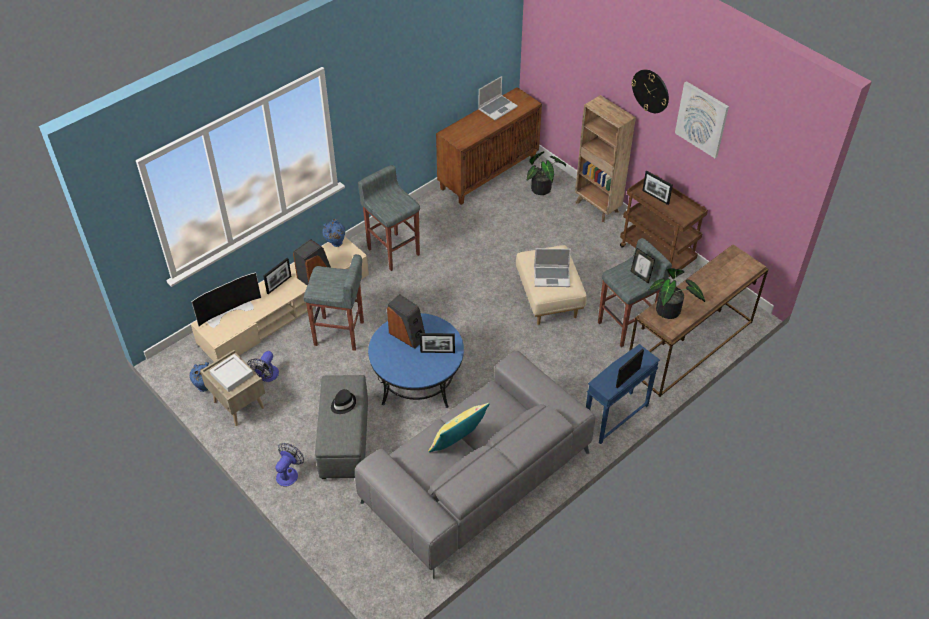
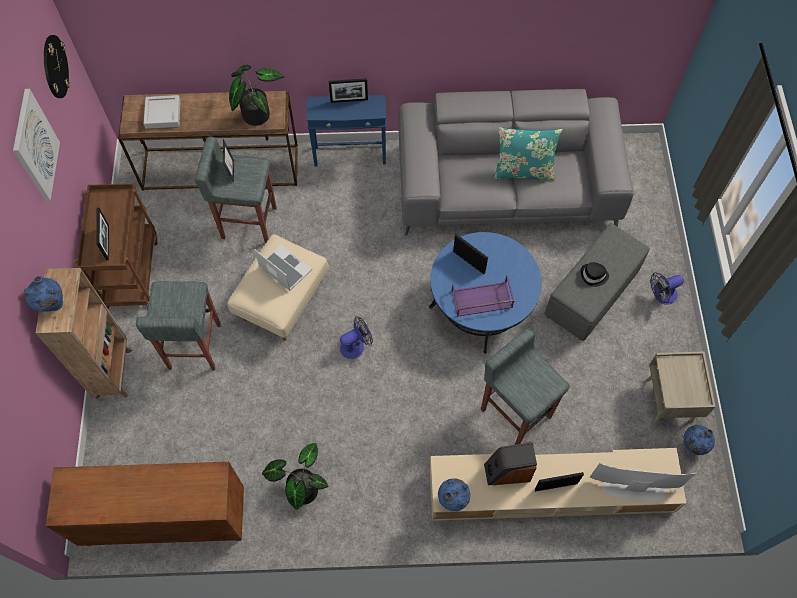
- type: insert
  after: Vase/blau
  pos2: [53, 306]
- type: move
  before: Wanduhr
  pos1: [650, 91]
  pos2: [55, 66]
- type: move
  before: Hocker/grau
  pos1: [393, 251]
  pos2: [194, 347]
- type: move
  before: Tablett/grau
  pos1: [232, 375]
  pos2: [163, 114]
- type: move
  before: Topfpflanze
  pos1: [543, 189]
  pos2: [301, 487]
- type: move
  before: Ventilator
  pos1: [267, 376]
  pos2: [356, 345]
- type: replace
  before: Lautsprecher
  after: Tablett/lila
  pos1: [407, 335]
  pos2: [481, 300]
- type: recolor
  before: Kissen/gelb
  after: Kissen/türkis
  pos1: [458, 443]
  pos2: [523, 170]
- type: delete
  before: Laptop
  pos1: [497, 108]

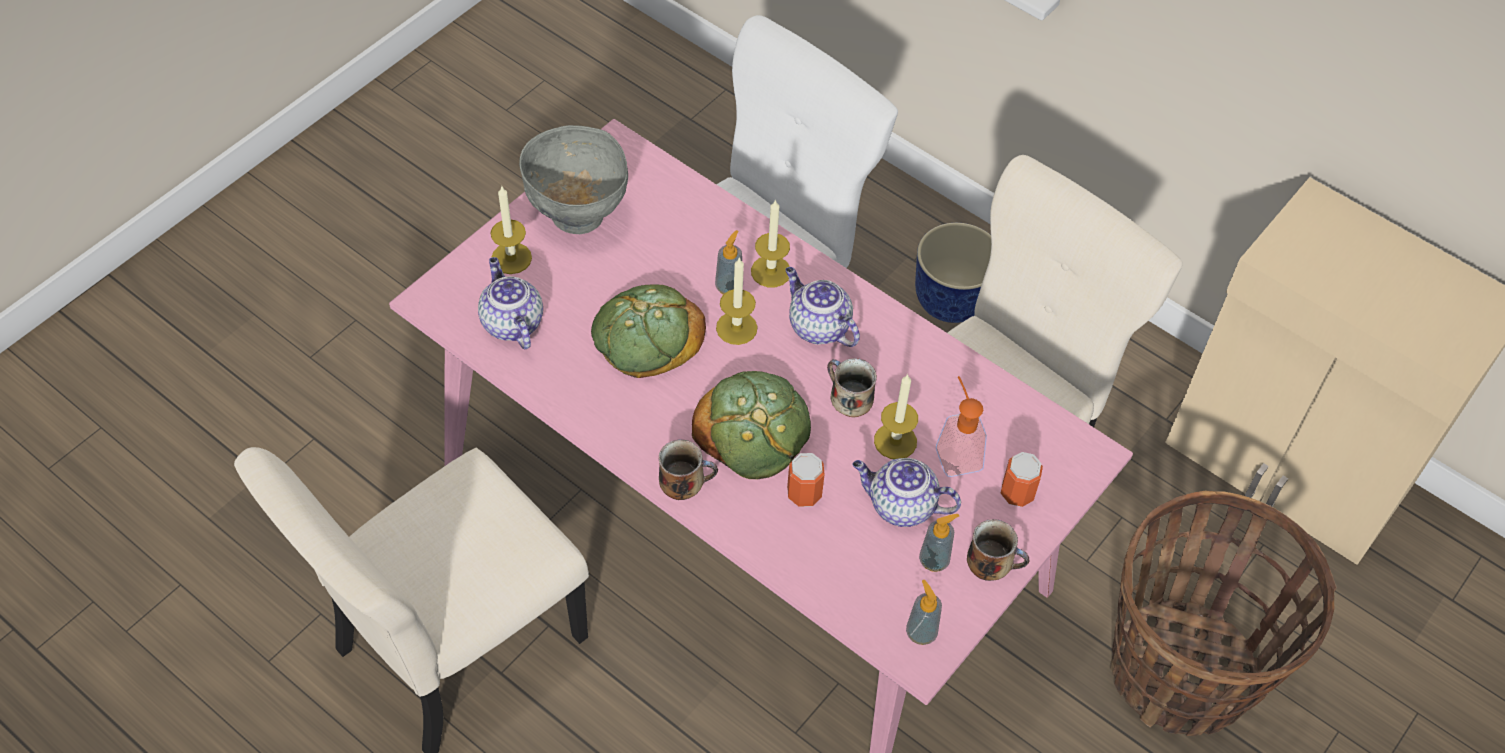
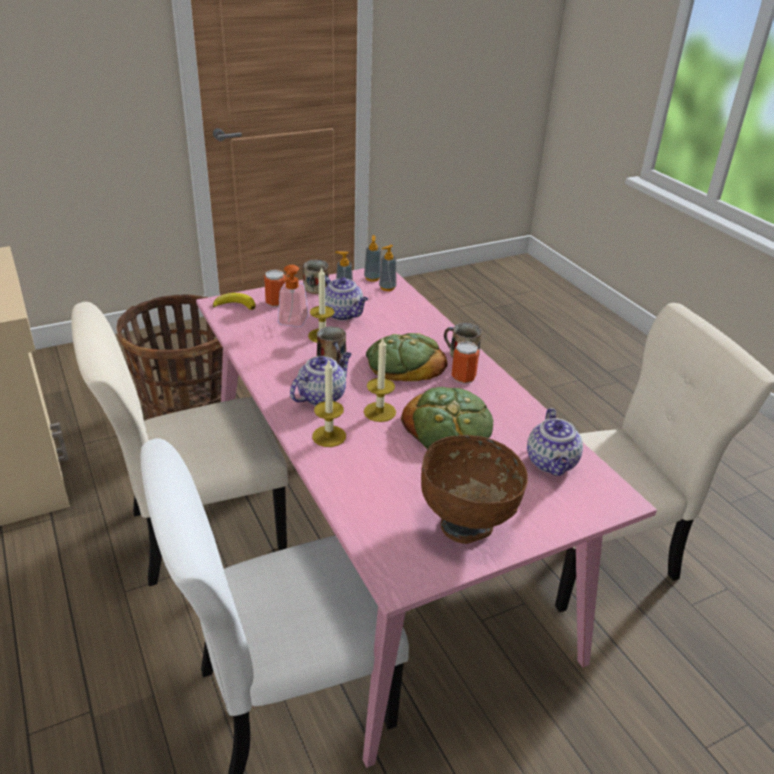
- type: insert
  after: Banane
  pos2: [235, 305]
- type: rotate
  before: Teekanne
  pos1: [817, 326]
  pos2: [322, 396]
  turn: -120
- type: move
  before: Seifenspender
  pos1: [729, 287]
  pos2: [387, 288]
- type: recolor
  before: Schüssel/grau
  after: Schüssel/braun
  pos1: [577, 216]
  pos2: [467, 525]
- type: move
  before: Dose
  pos1: [804, 494]
  pos2: [463, 377]
- type: delete
  before: Kerze
  pos1: [511, 258]
- type: delete
  before: Pflanzkübel
  pos1: [951, 301]

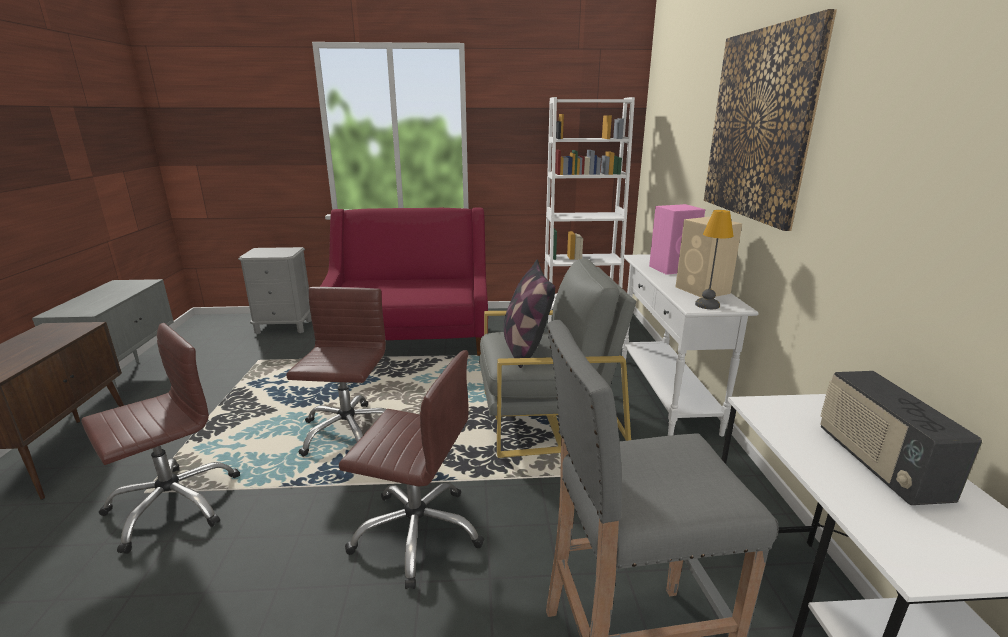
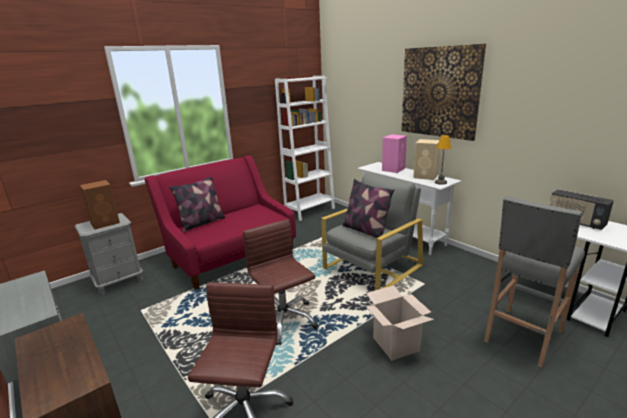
- type: insert
  after: Lautsprecher/braun
  pos2: [106, 223]
- type: insert
  after: Kissen
  pos2: [202, 223]
- type: replace
  before: Bürostuhl/braun
  after: Karton
  pos1: [418, 532]
  pos2: [396, 344]

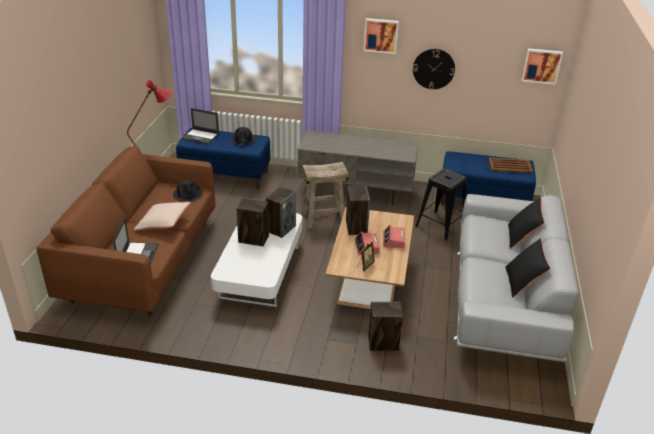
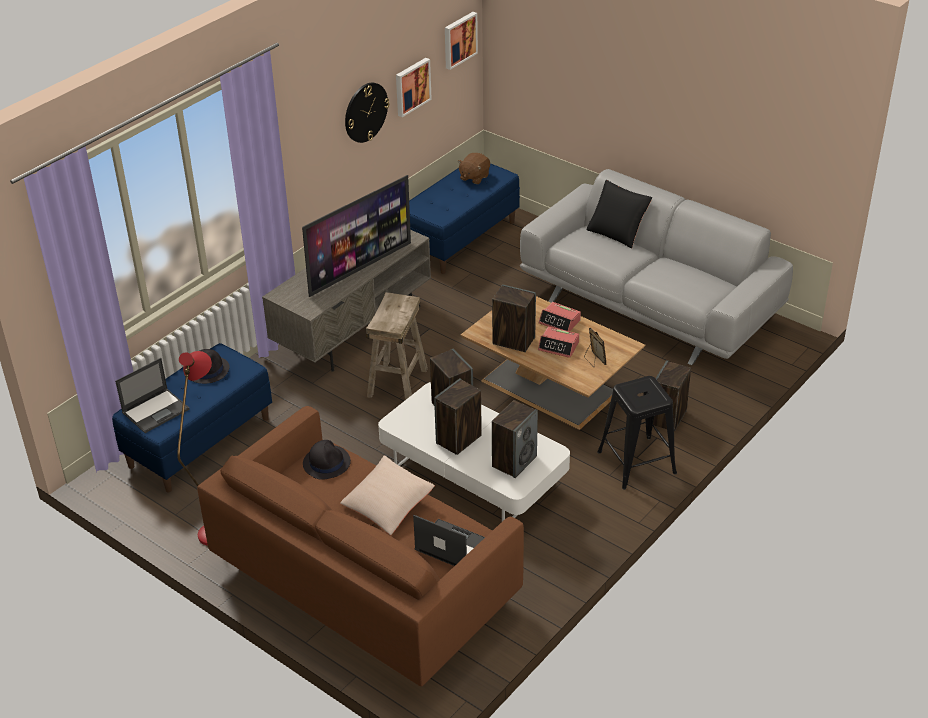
- type: insert
  after: Fernseher
  pos2: [359, 268]
- type: move
  before: Bild
  pos1: [381, 35]
  pos2: [411, 86]
- type: replace
  before: Tablett/braun
  after: Plüschtier/braun
  pos1: [510, 166]
  pos2: [474, 177]
- type: insert
  after: Lautsprecher
  pos2: [514, 461]
- type: move
  before: Hocker/schwarz
  pos1: [440, 225]
  pos2: [637, 462]
- type: delete
  before: Kissen/schwarz
  pos1: [523, 283]

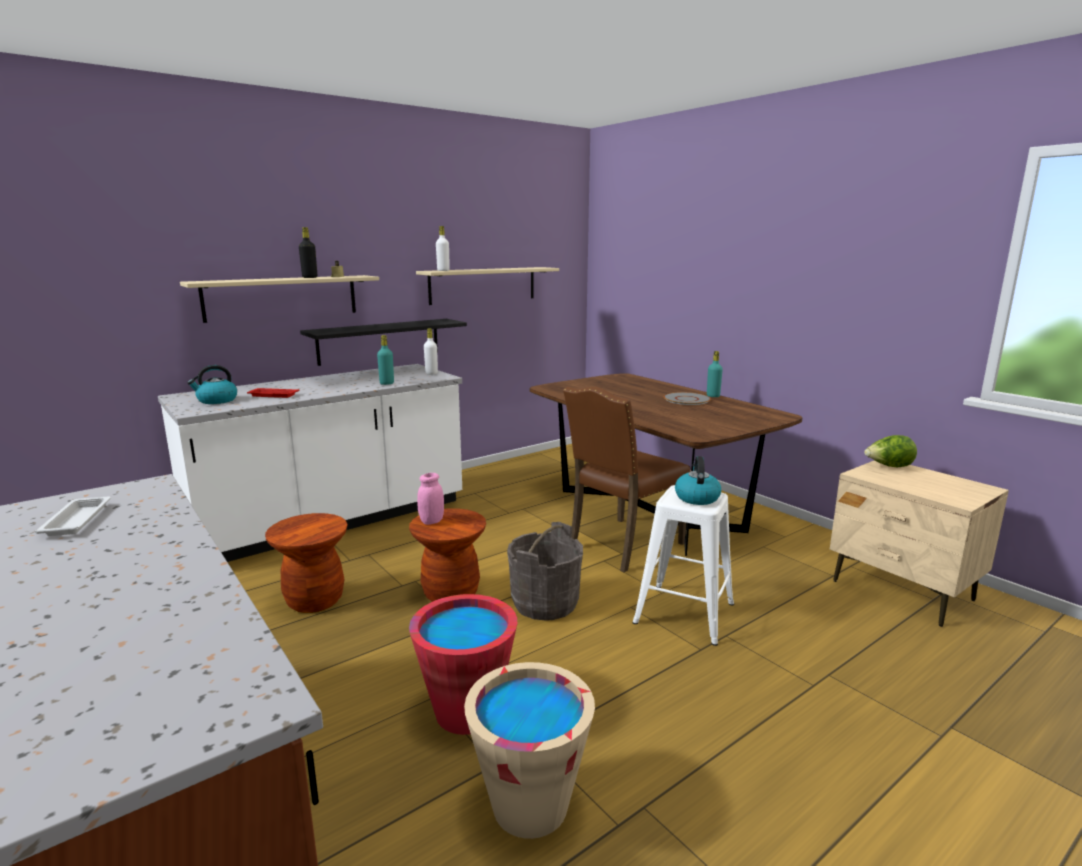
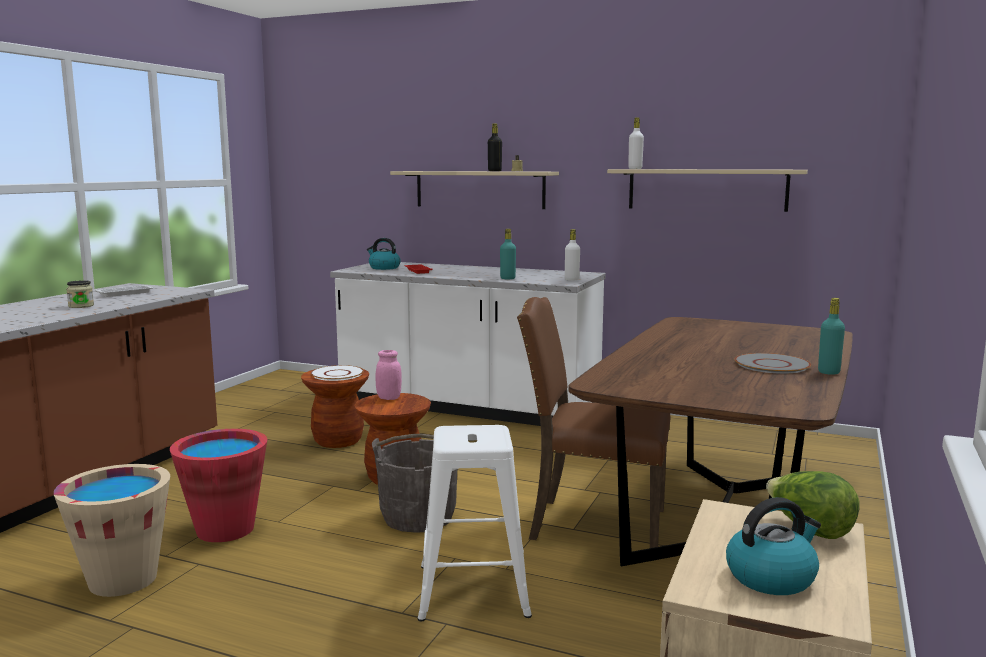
- type: insert
  after: Vorratsglas
  pos2: [81, 306]
- type: insert
  after: Teller/weiß
  pos2: [337, 374]
- type: move
  before: Wasserkessel
  pos1: [696, 497]
  pos2: [771, 577]
- type: delete
  before: Wandregal/schwarz
  pos1: [379, 341]

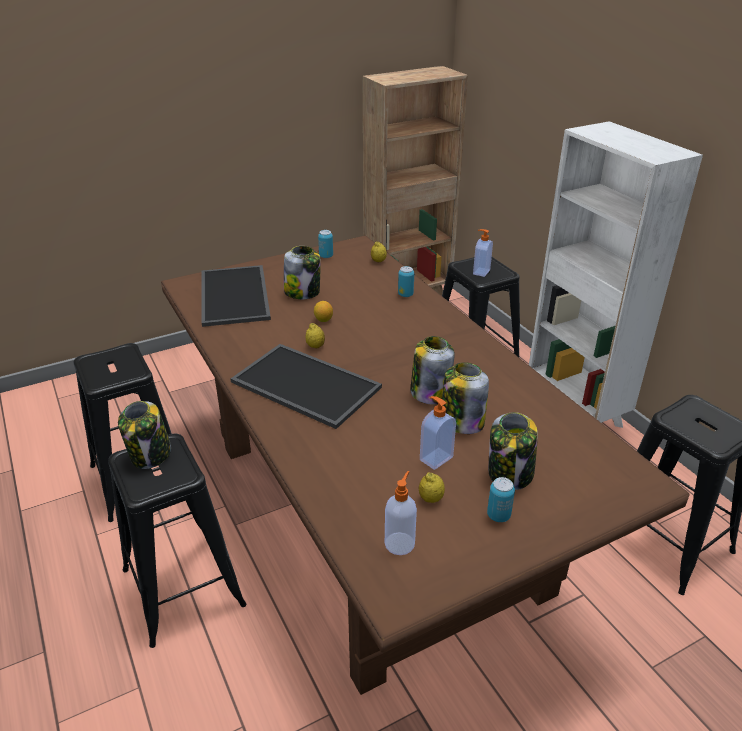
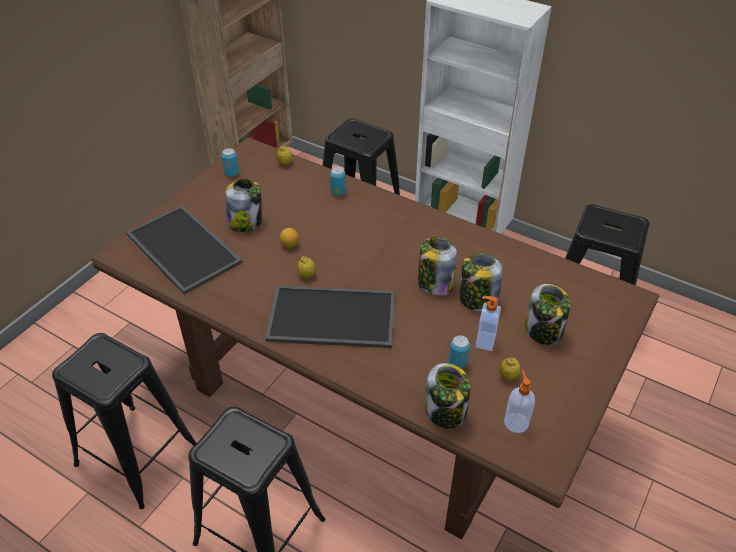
- type: move
  before: Vorratsglas
  pos1: [150, 455]
  pos2: [446, 411]
- type: move
  before: Dose
  pos1: [498, 515]
  pos2: [457, 363]
- type: delete
  before: Seifenspender
  pos1: [480, 272]

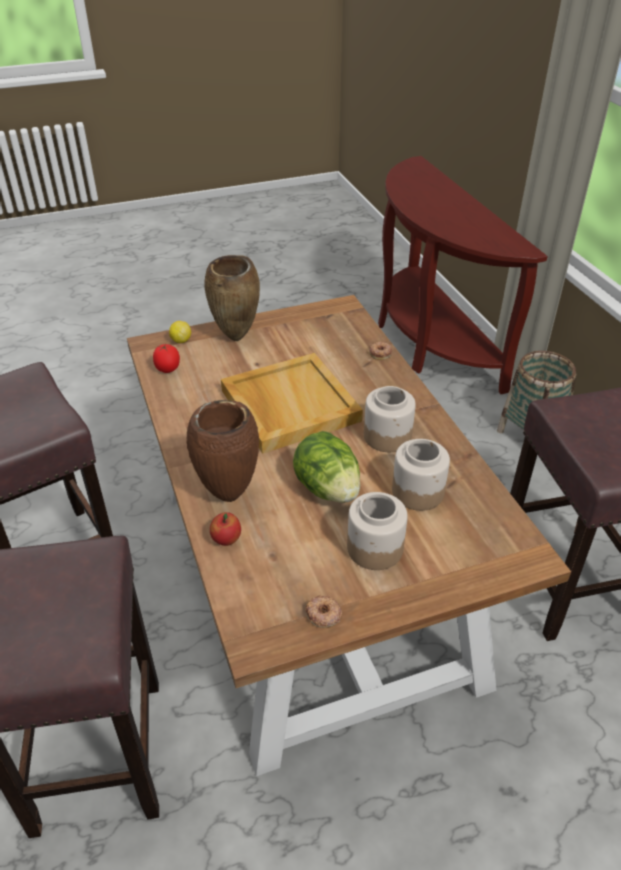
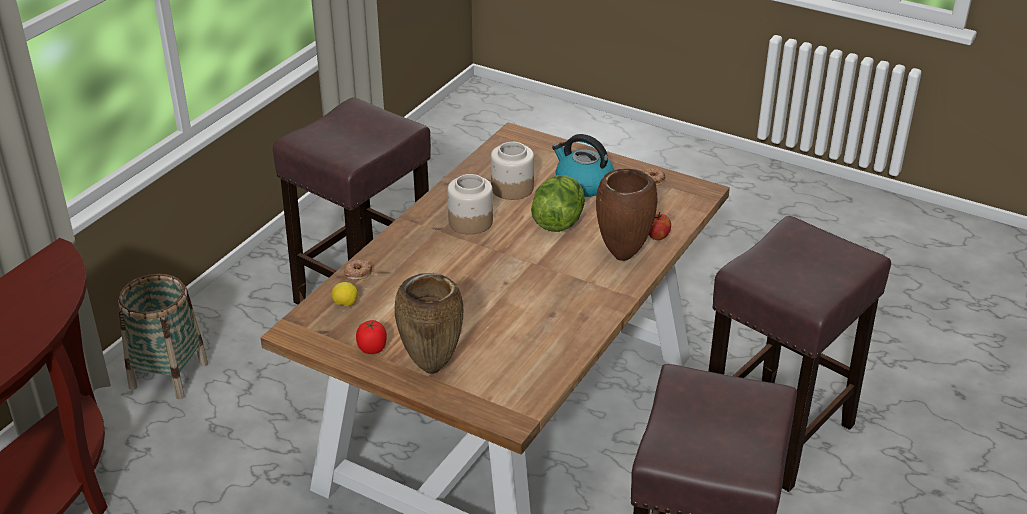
- type: move
  before: Zitrone
  pos1: [181, 340]
  pos2: [345, 304]
- type: move
  before: Tomate
  pos1: [168, 370]
  pos2: [372, 349]
- type: replace
  before: Vorratsglas
  after: Wasserkessel
  pos1: [374, 548]
  pos2: [583, 184]
- type: delete
  before: Tablett/beige
  pos1: [288, 405]

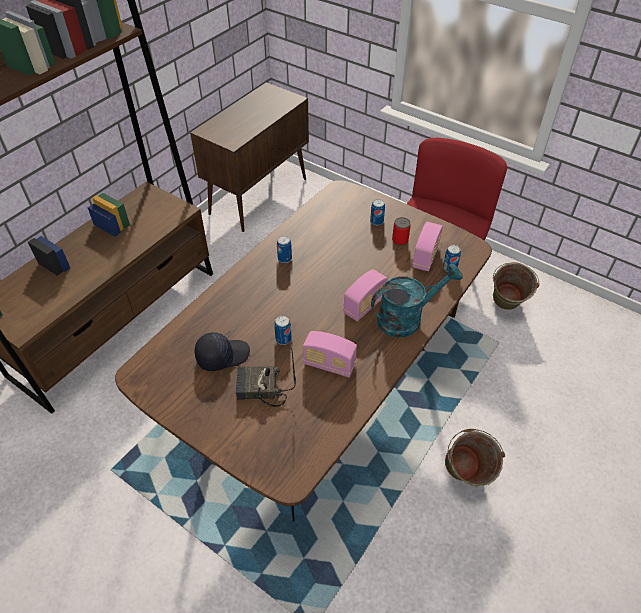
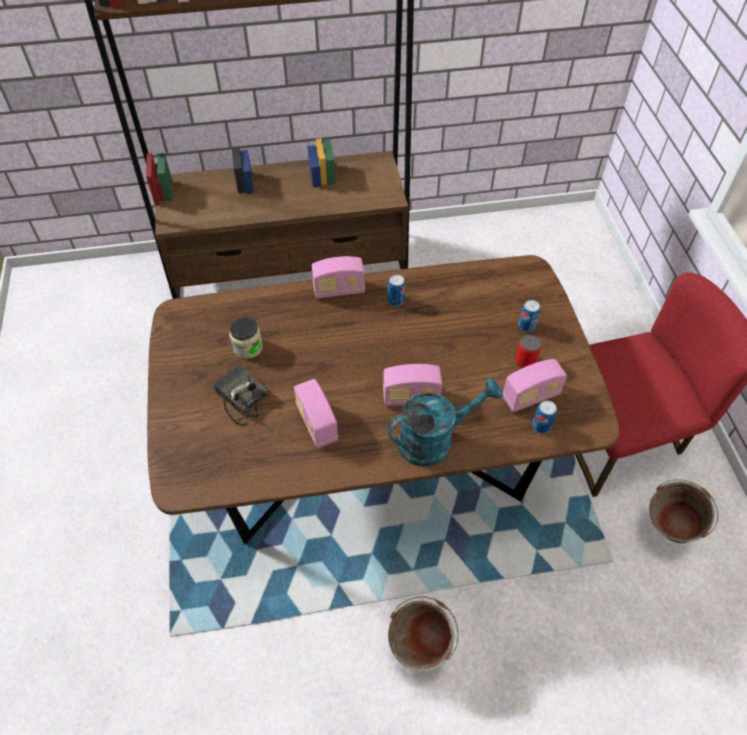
- type: replace
  before: Kappe/schwarz
  after: Vorratsglas
  pos1: [222, 355]
  pos2: [248, 347]
- type: insert
  after: Radio
  pos2: [339, 290]
- type: rotate
  before: Gießkanne/türkis
  pos1: [407, 318]
  pos2: [434, 439]
  turn: -45
- type: delete
  before: Schrank/braun
  pos1: [259, 195]
- type: delete
  before: Dose
  pos1: [283, 339]

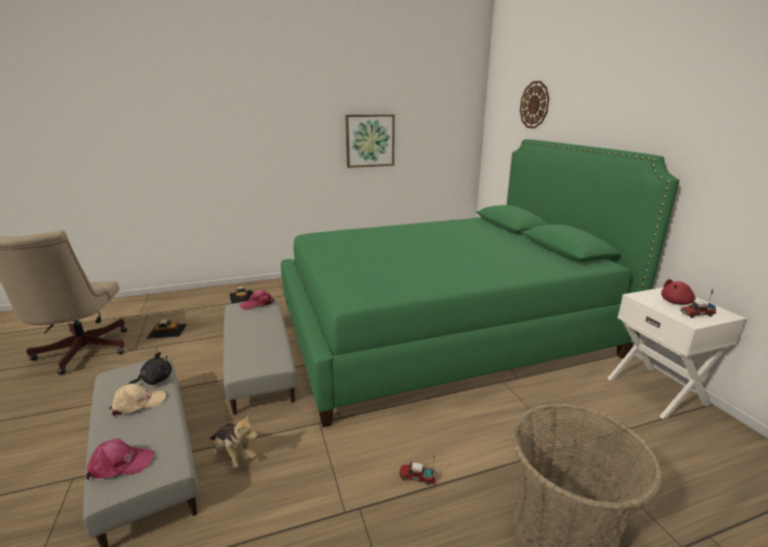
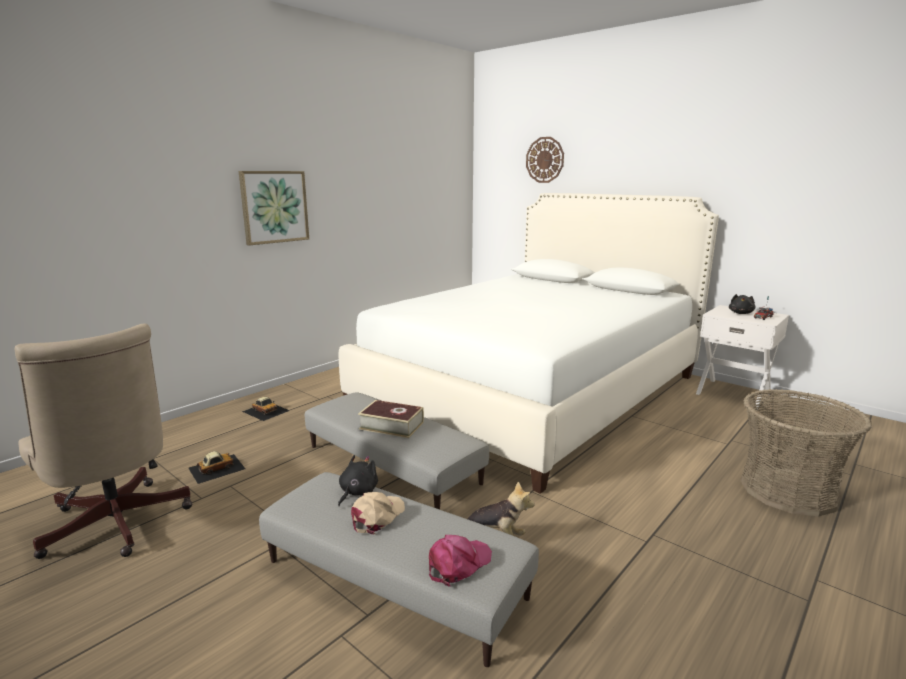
- type: move
  before: Bild
  pos1: [370, 140]
  pos2: [274, 207]
- type: recolor
  before: Bett/grün
  after: Bett/weiß
  pos1: [442, 330]
  pos2: [532, 391]
- type: insert
  after: Buch
  pos2: [391, 425]
- type: recolor
  before: Plüschtier/rot
  after: Plüschtier/schwarz
  pos1: [676, 302]
  pos2: [741, 313]
- type: delete
  before: Kappe/rosa
  pos1: [257, 304]
- type: delete
  before: Spielzeuglaster
  pos1: [417, 477]

